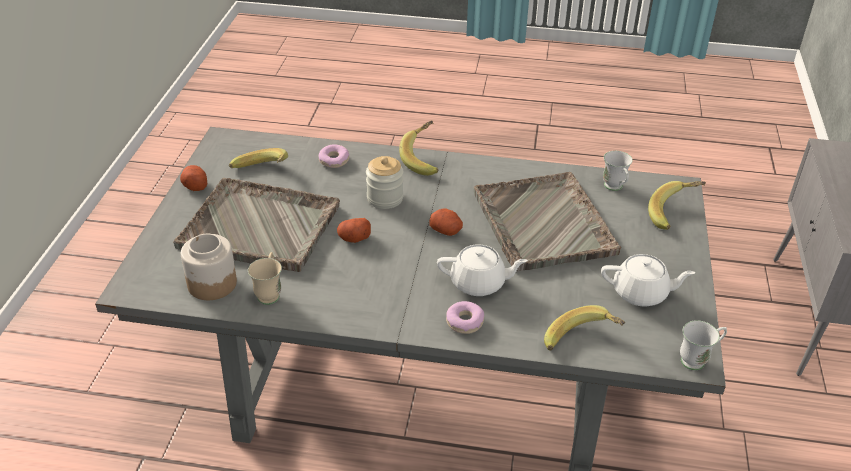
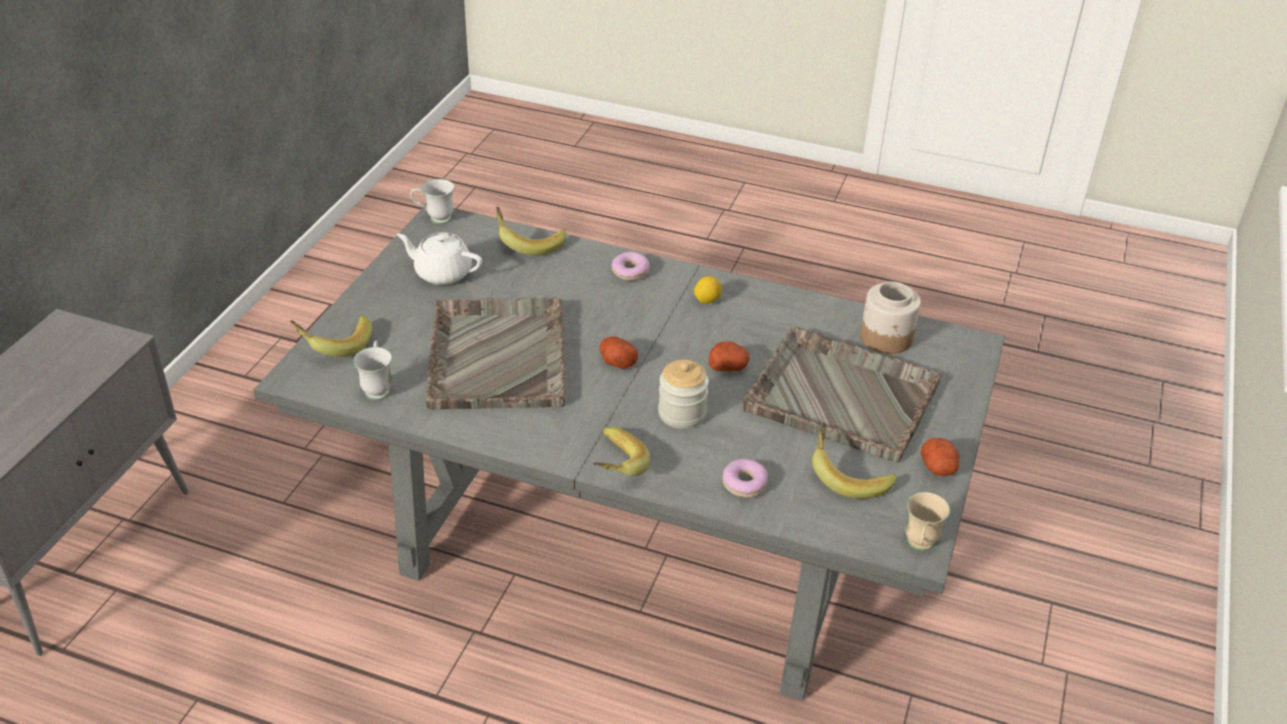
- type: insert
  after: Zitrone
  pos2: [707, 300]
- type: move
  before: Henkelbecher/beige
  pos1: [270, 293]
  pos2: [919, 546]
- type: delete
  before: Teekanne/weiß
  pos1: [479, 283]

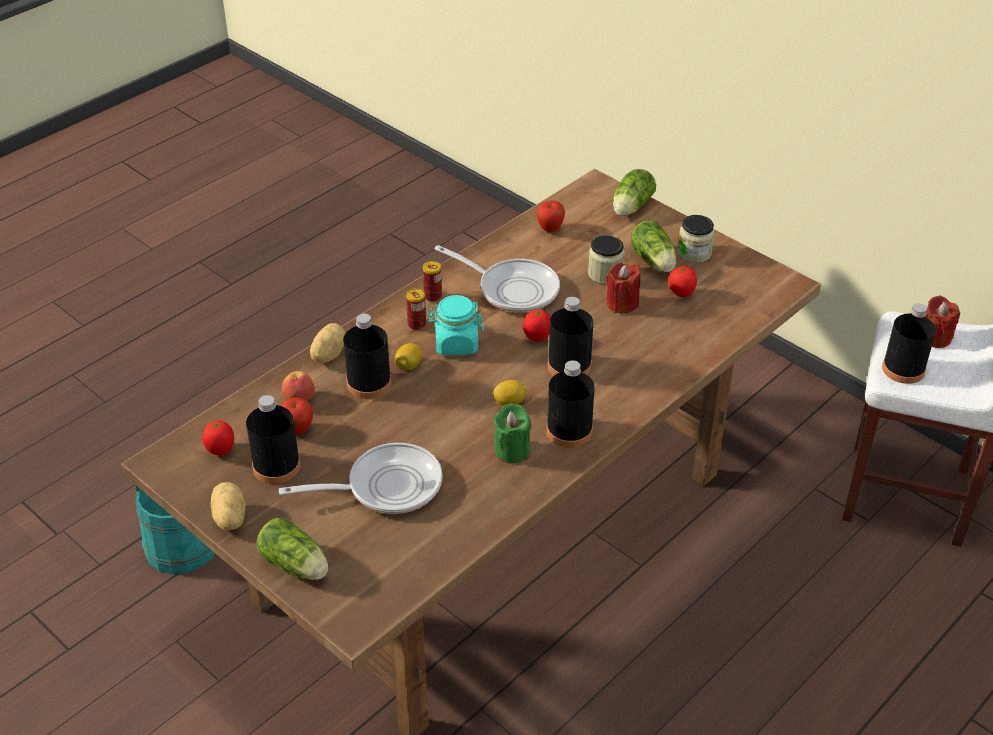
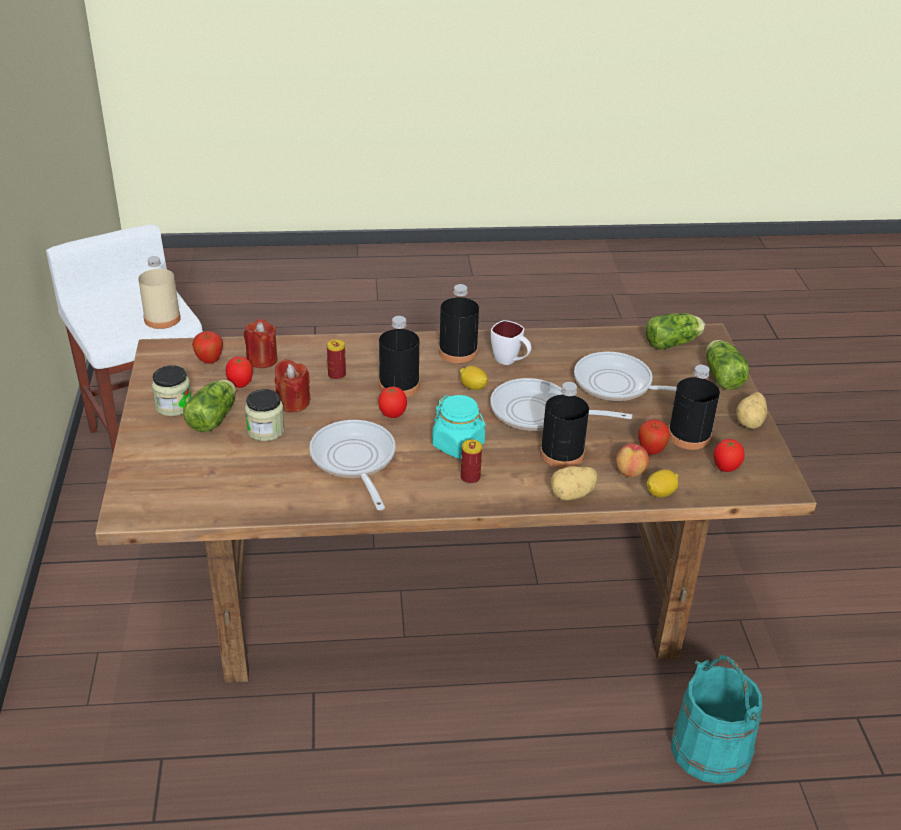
- type: recolor
  before: Flasche/schwarz
  after: Flasche/beige
  pos1: [903, 369]
  pos2: [162, 319]
- type: move
  before: Apfel
  pos1: [550, 229]
  pos2: [209, 361]
- type: move
  before: Kerze/rot
  pos1: [935, 337]
  pos2: [262, 360]
- type: move
  before: Dose
  pos1: [433, 296]
  pos2: [337, 375]
- type: insert
  after: Pfanne
  pos2: [538, 413]
- type: replace
  before: Kerze/grün
  after: Henkelbecher/weiß
  pos1: [512, 450]
  pos2: [510, 361]
- type: move
  before: Salatkopf
  pos1: [630, 208]
  pos2: [674, 343]
- type: move
  before: Zitrone
  pos1: [409, 366]
  pos2: [660, 493]

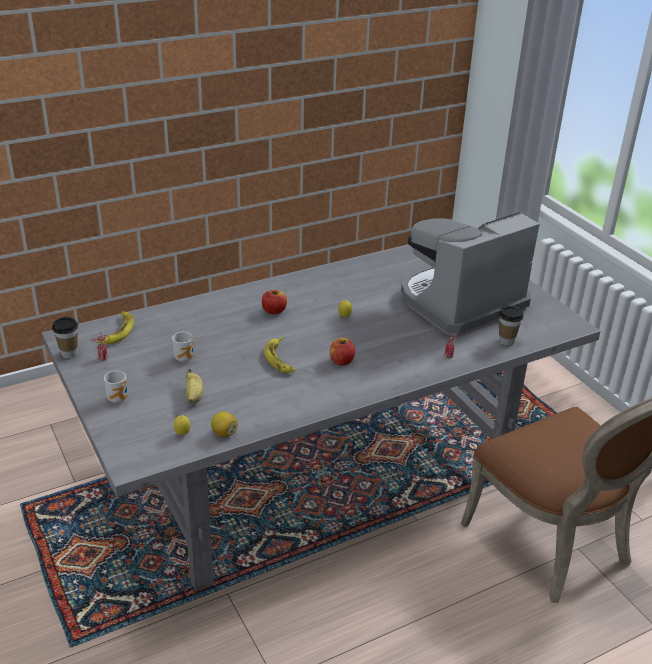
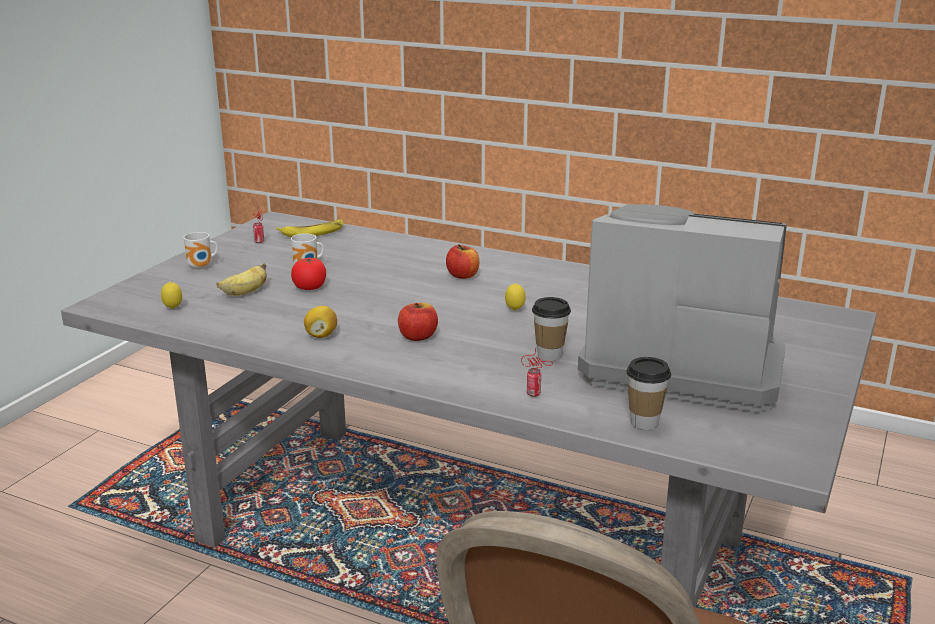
- type: insert
  after: Tomate
  pos2: [310, 287]
- type: move
  before: Zitrone
  pos1: [224, 433]
  pos2: [321, 335]
- type: move
  before: Tasse
  pos1: [69, 354]
  pos2: [549, 355]
- type: delete
  before: Banane
  pos1: [280, 359]

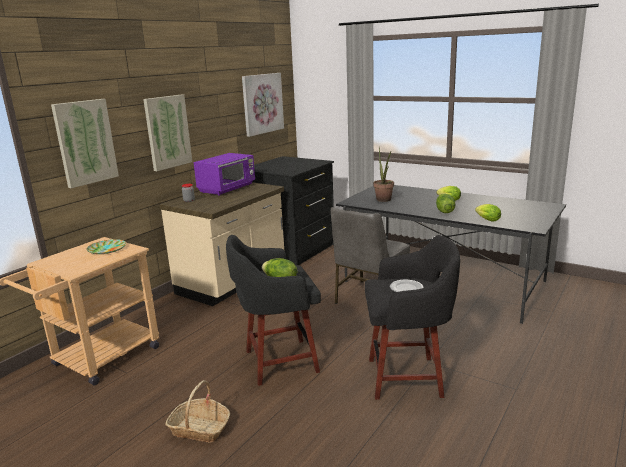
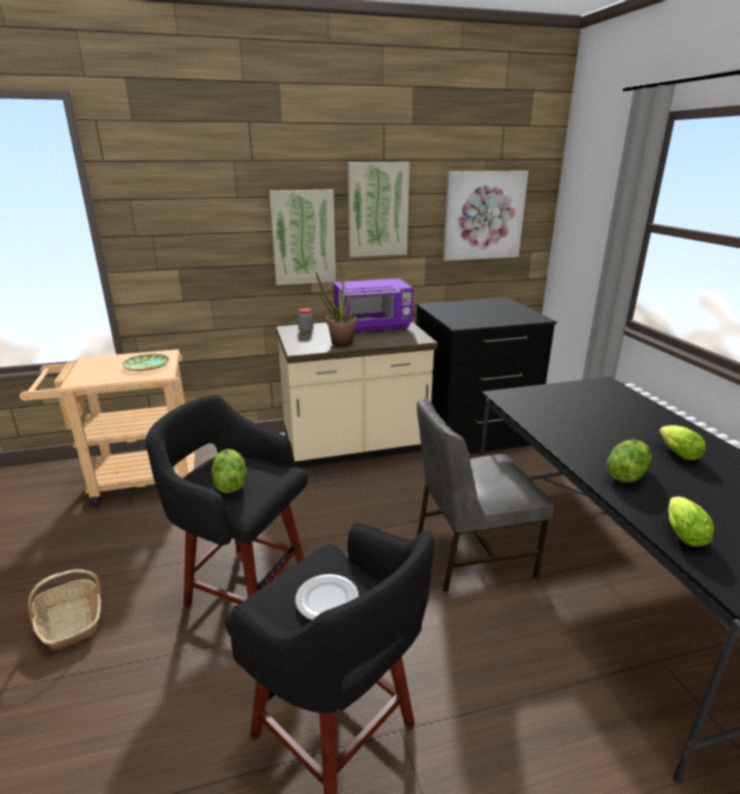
- type: move
  before: Topfpflanze
  pos1: [384, 200]
  pos2: [339, 344]
- type: move
  before: Bild
  pos1: [85, 142]
  pos2: [377, 209]

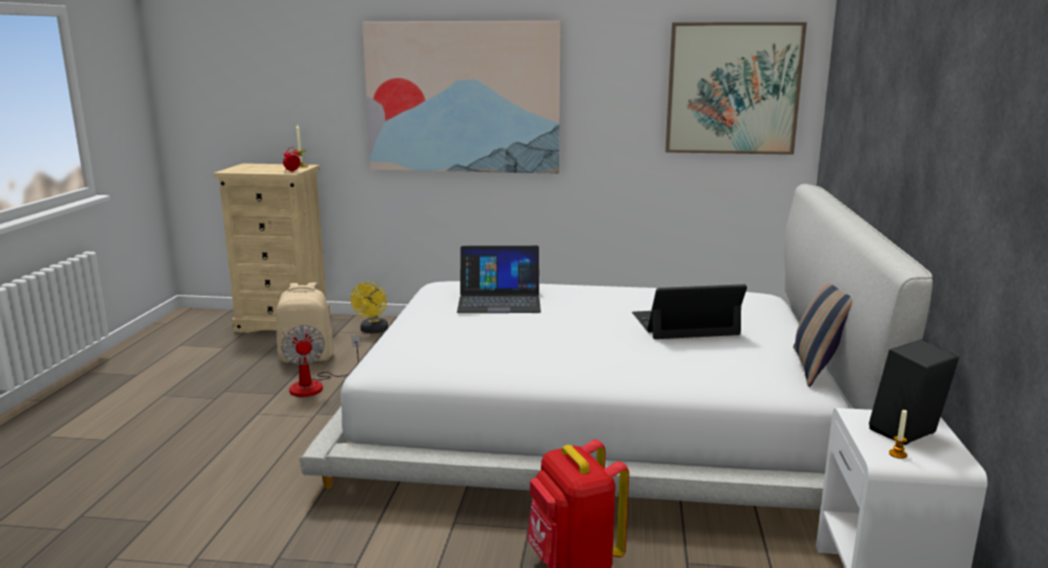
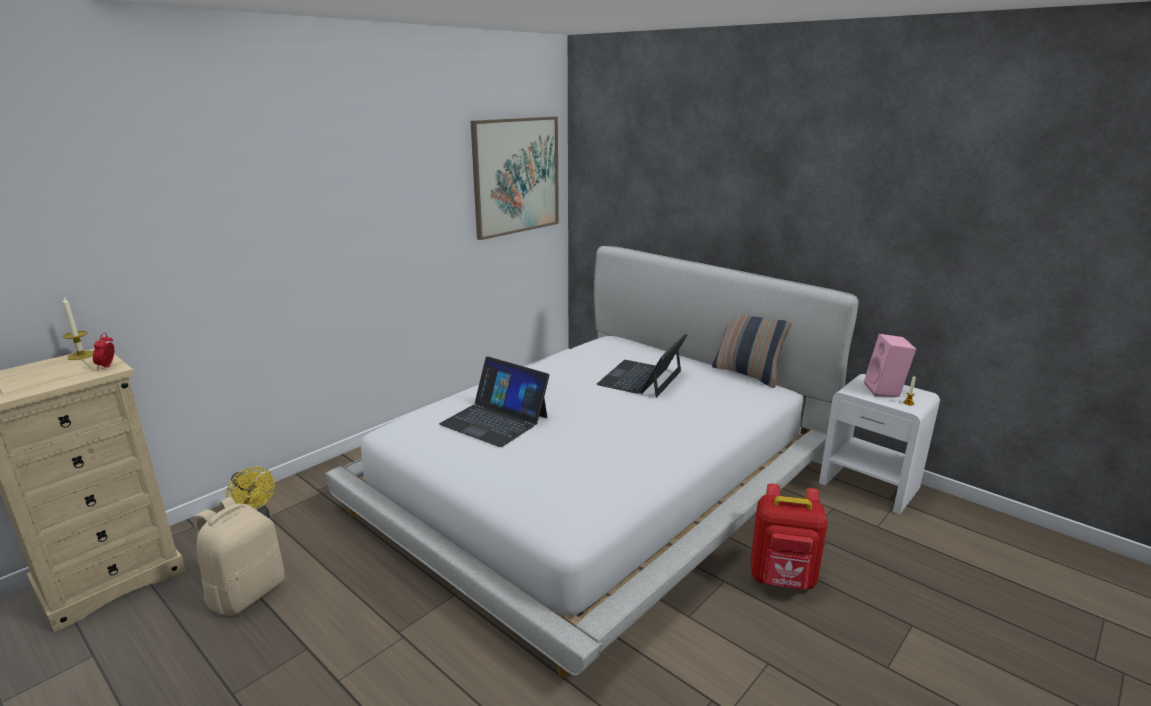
- type: rotate
  before: Laptop
  pos1: [499, 301]
  pos2: [495, 420]
  turn: 90
- type: recolor
  before: Lautsprecher/schwarz
  after: Lautsprecher/rosa
  pos1: [906, 434]
  pos2: [885, 391]
- type: delete
  before: Ventilator
  pos1: [316, 385]
- type: delete
  before: Bild
  pos1: [462, 97]

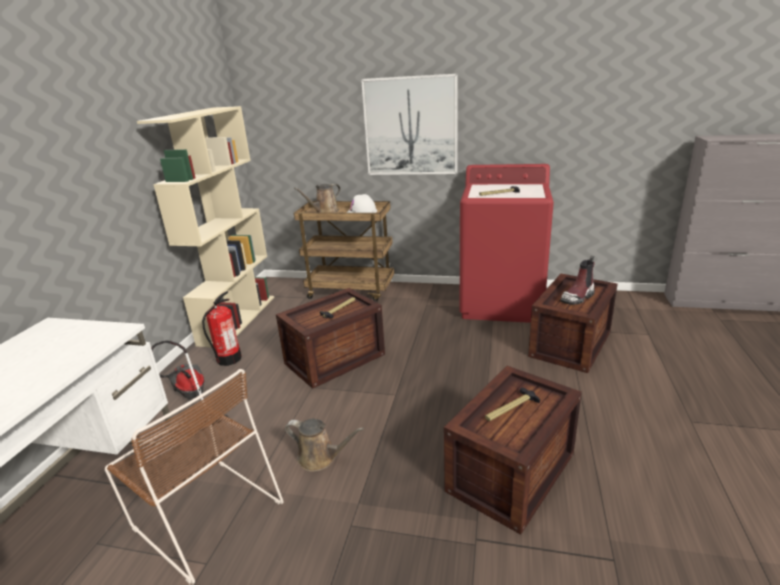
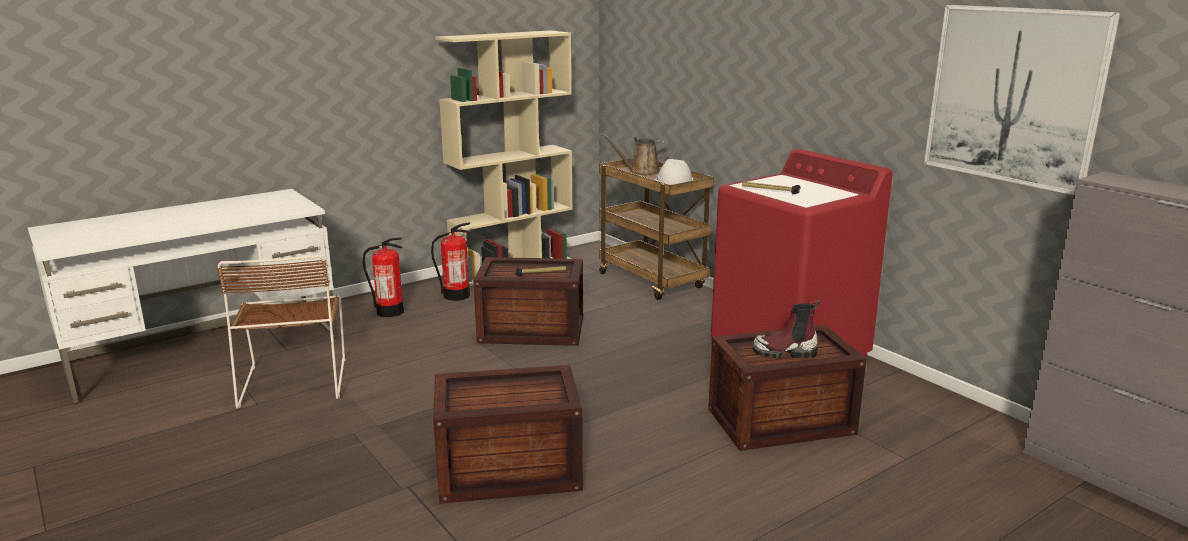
- type: replace
  before: Staubsauger
  after: Feuerlöscher
  pos1: [191, 399]
  pos2: [390, 311]
- type: move
  before: Bild
  pos1: [410, 126]
  pos2: [1013, 96]
- type: delete
  before: Gießkanne/braun
  pos1: [320, 458]
- type: delete
  before: Hammer
  pos1: [510, 409]

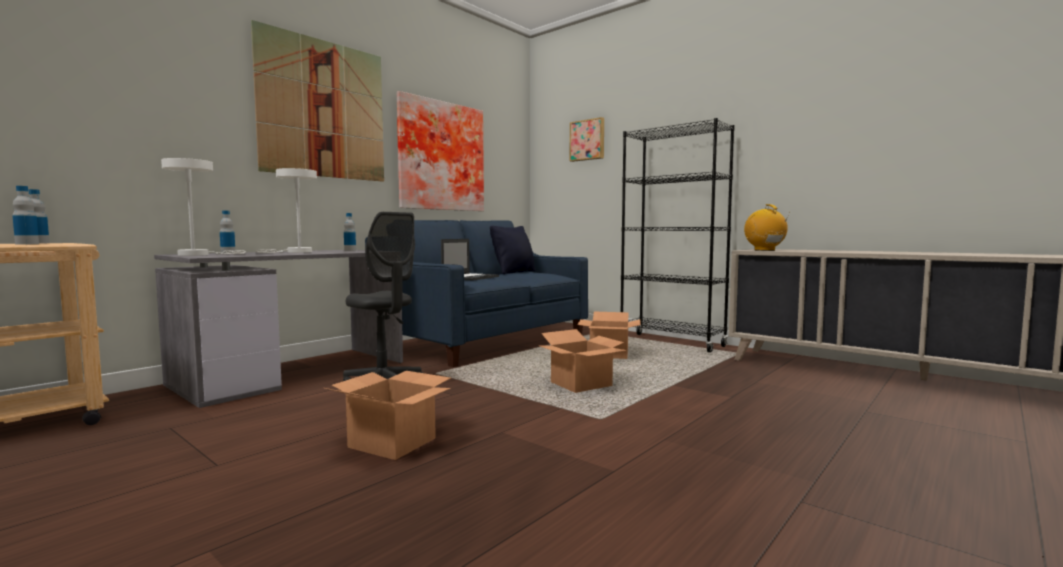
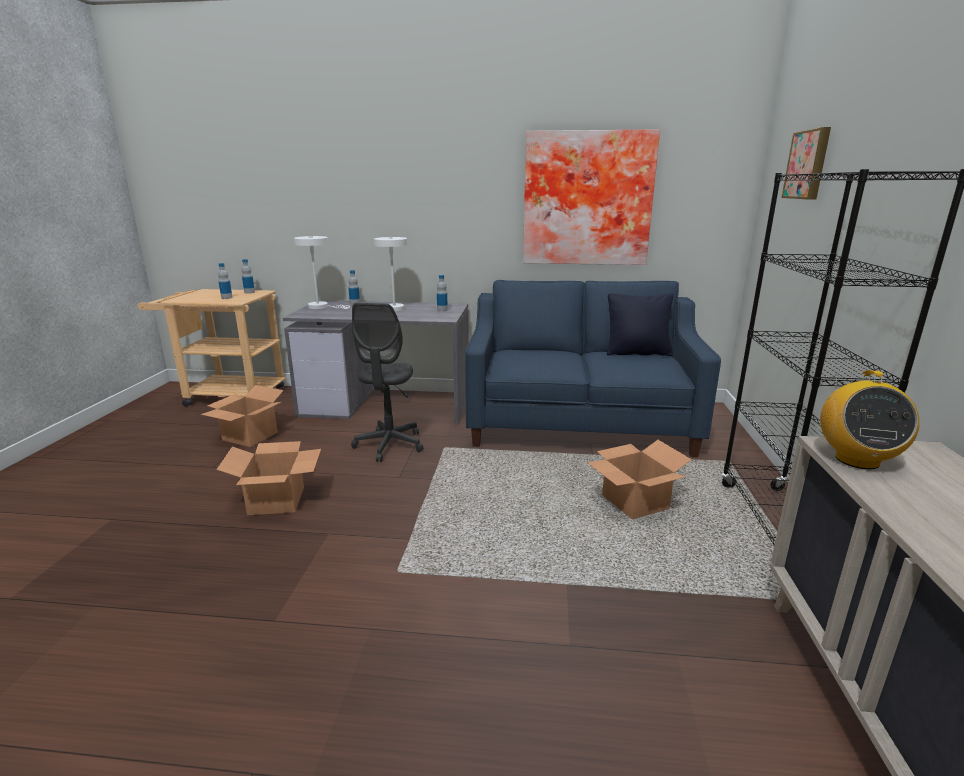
- type: move
  before: Karton
  pos1: [581, 385]
  pos2: [251, 436]
- type: rotate
  before: Radio
  pos1: [765, 250]
  pos2: [856, 459]
  turn: 150
- type: delete
  before: Bild
  pos1: [324, 109]
- type: delete
  before: Laptop
  pos1: [470, 277]

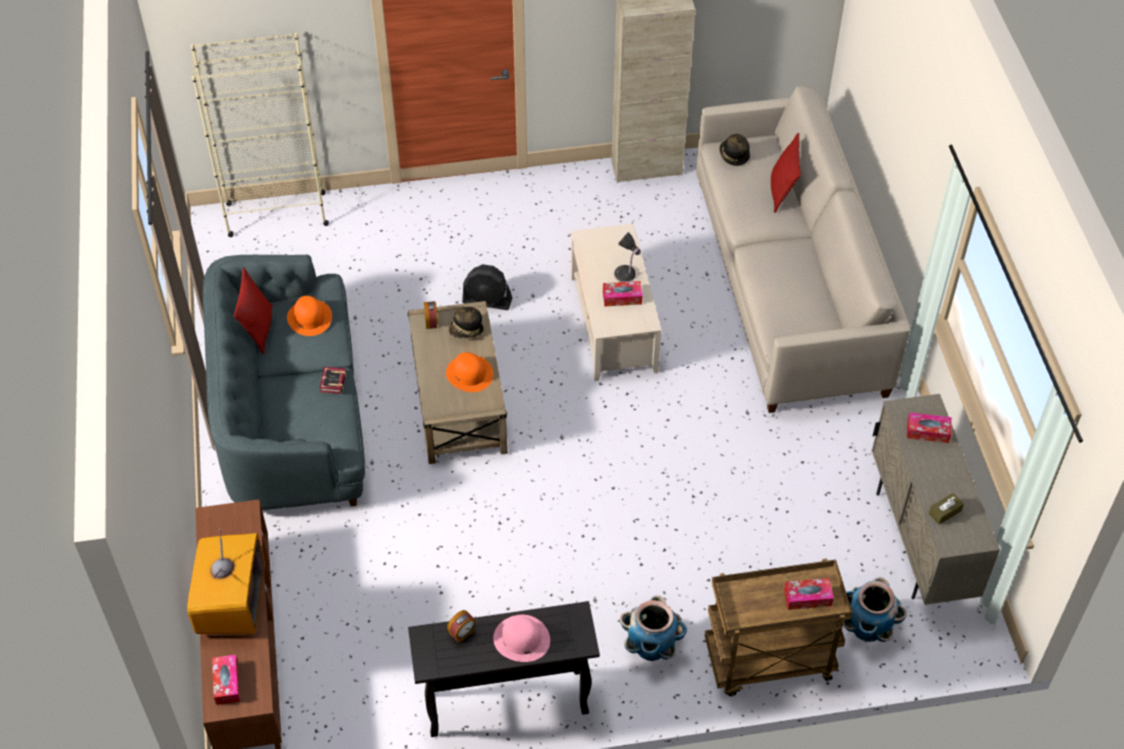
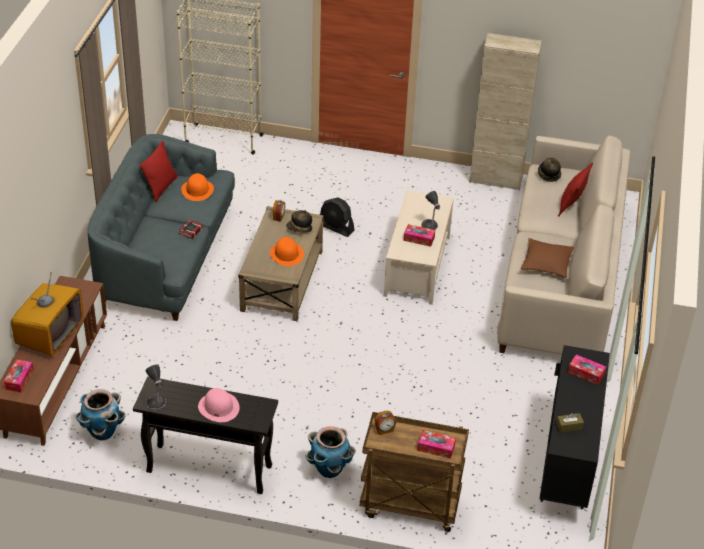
- type: move
  before: Pflanzkübel
  pos1: [867, 629]
  pos2: [102, 432]
- type: insert
  after: Tischlampe
  pos2: [156, 403]
- type: move
  before: Wecker
  pos1: [462, 633]
  pos2: [384, 430]
- type: insert
  after: Kissen/braun
  pos2: [546, 263]
- type: recolor
  before: Schrank/beige
  after: Schrank/schwarz
  pos1: [918, 542]
  pos2: [566, 467]

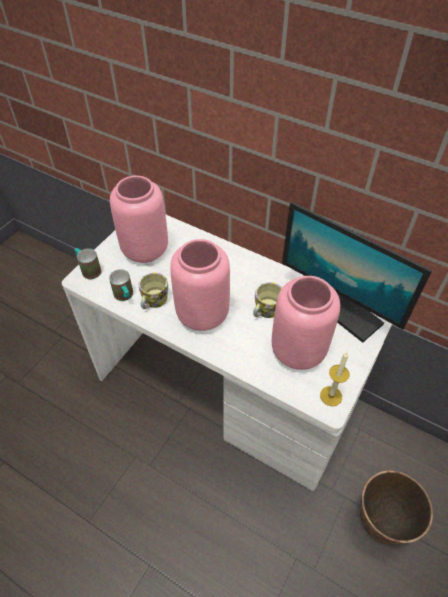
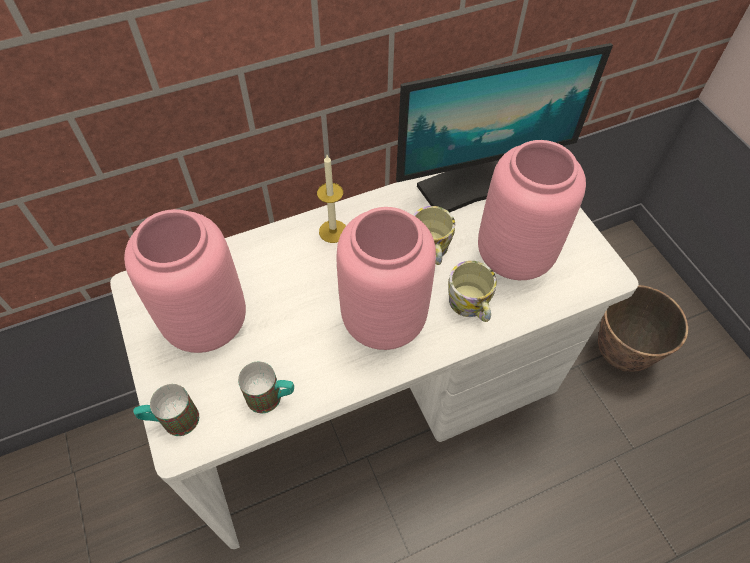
- type: move
  before: Kerze
  pos1: [331, 396]
  pos2: [333, 231]
- type: move
  before: Henkelbecher
  pos1: [153, 301]
  pos2: [470, 306]

